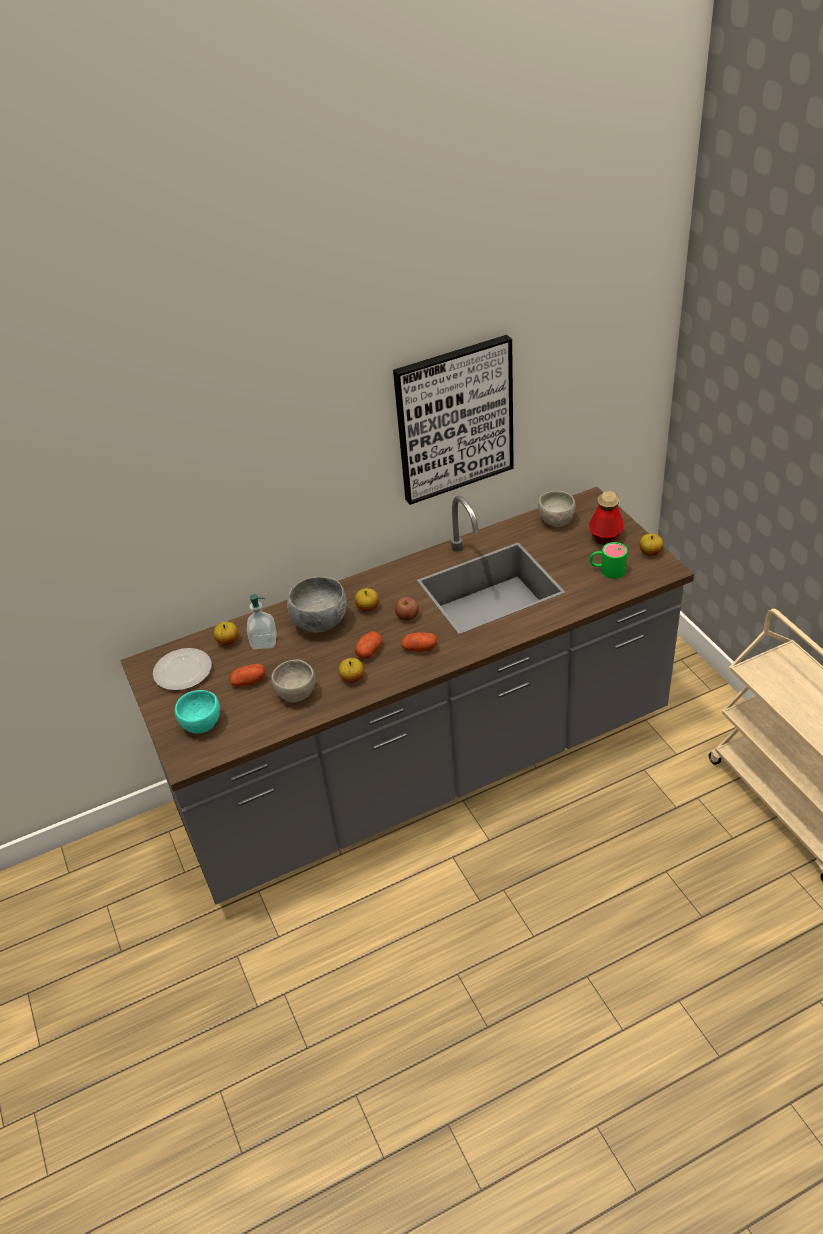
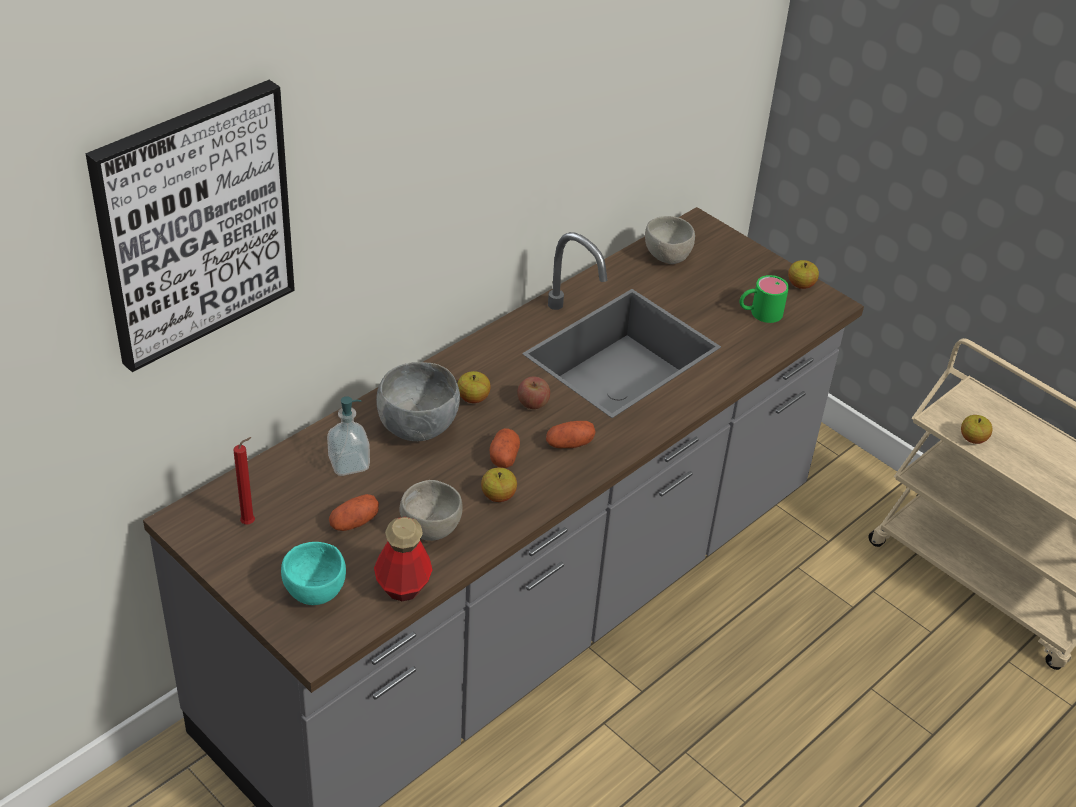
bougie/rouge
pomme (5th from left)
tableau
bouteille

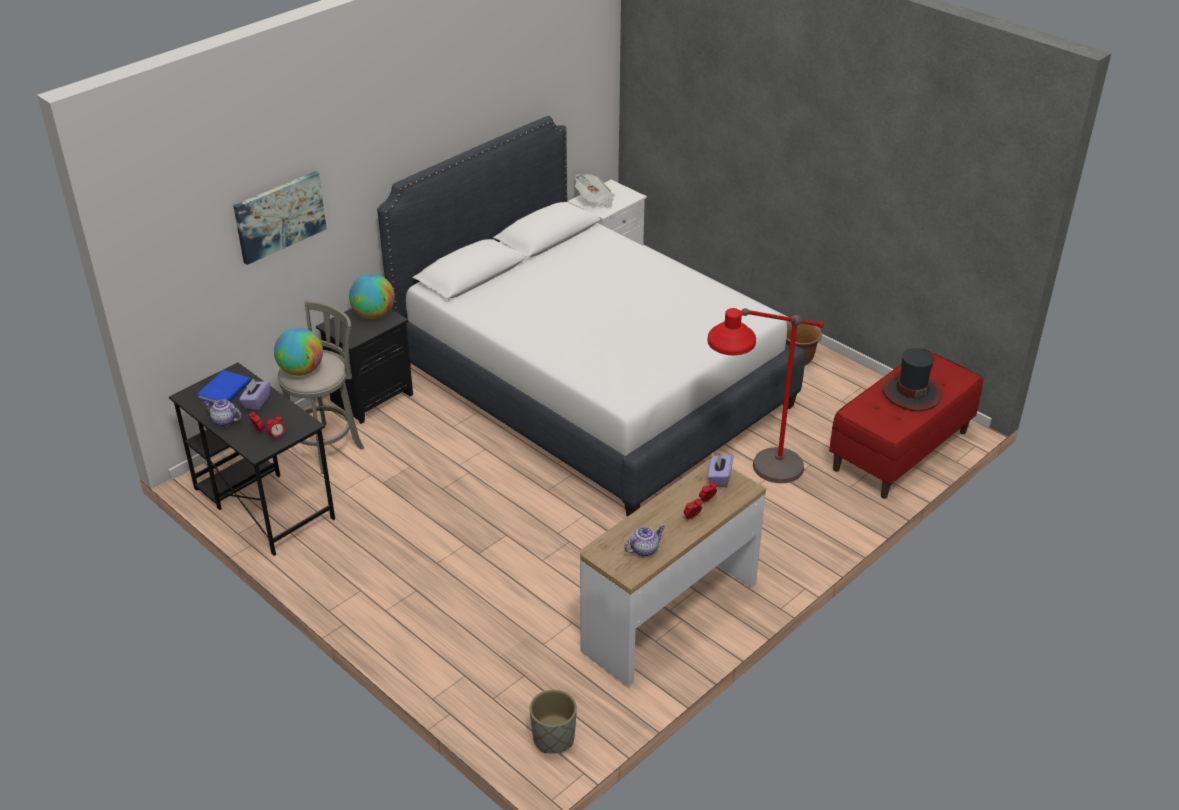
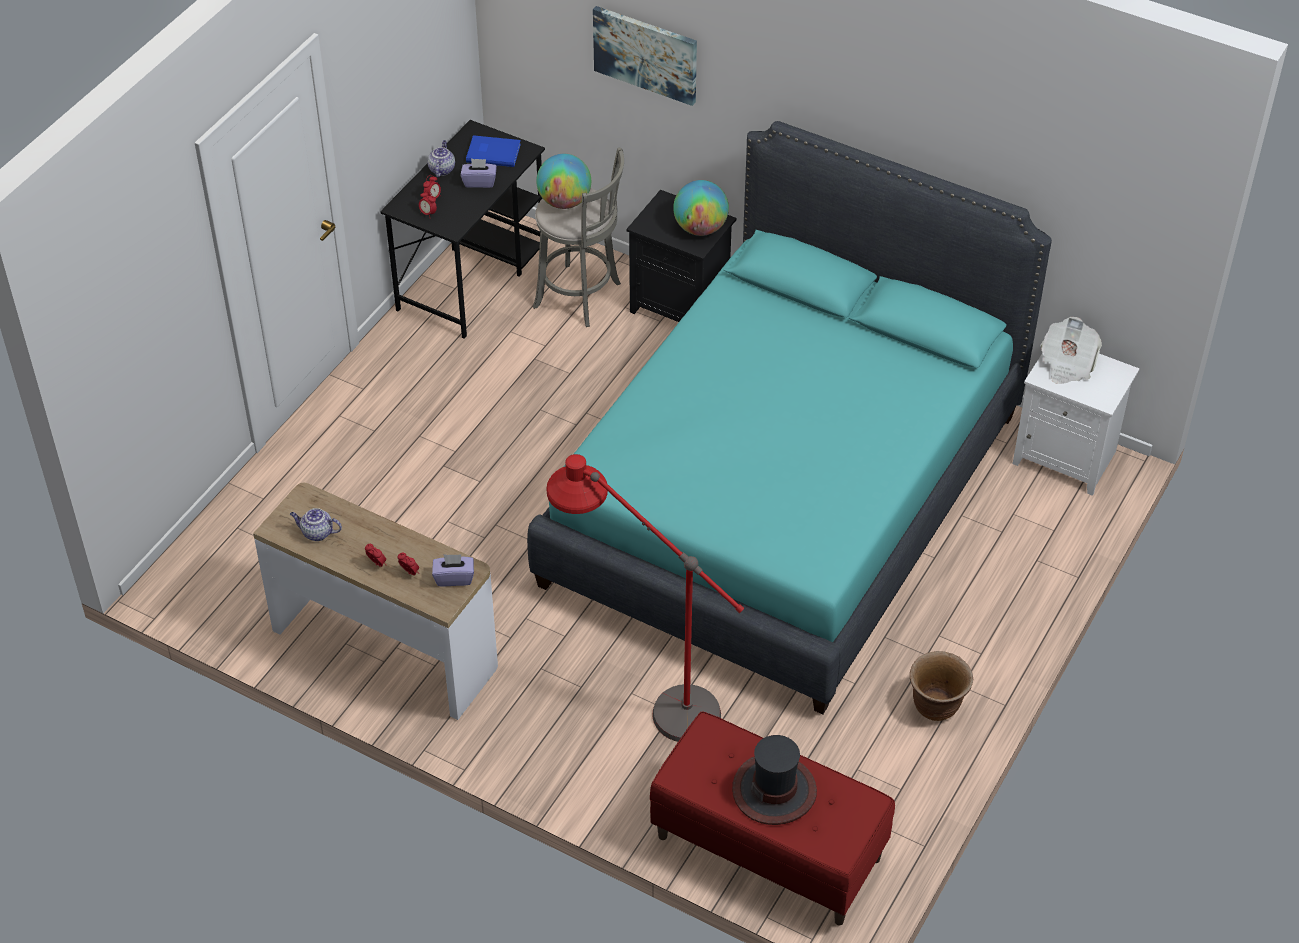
lit/turquoise
cache-pot/gris
théière (1st from left)

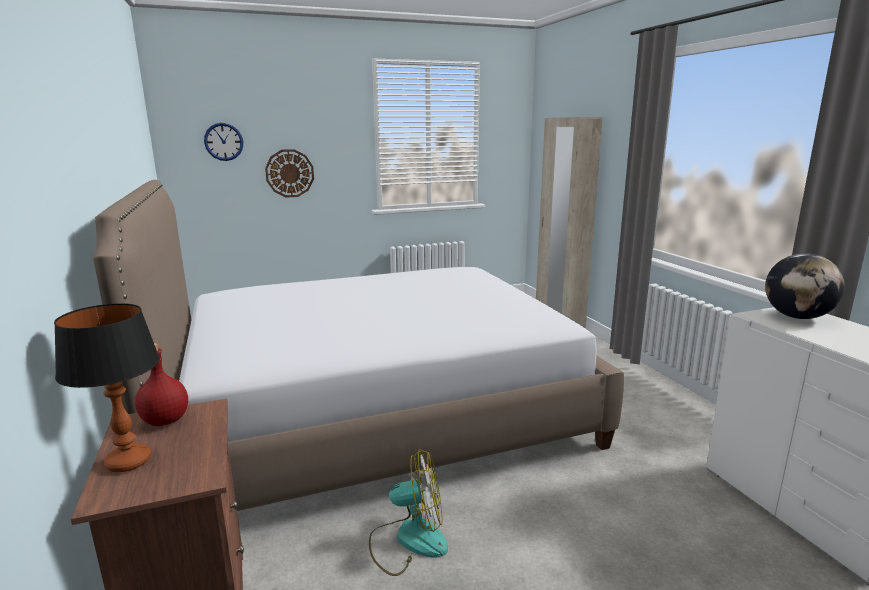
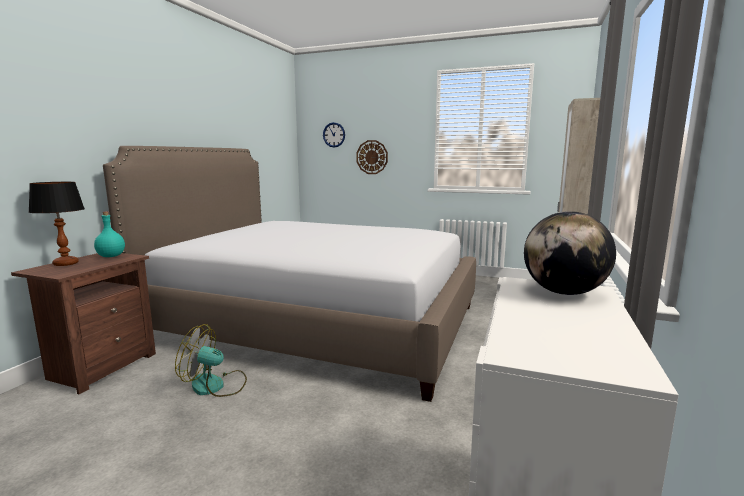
bouteille/turquoise
ventilateur

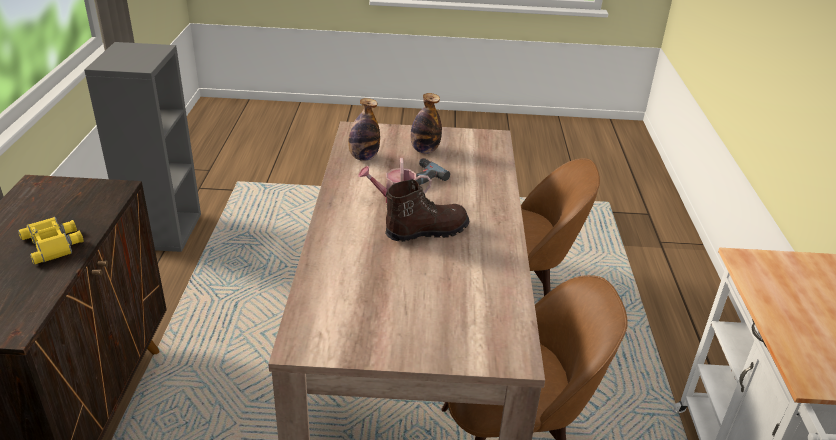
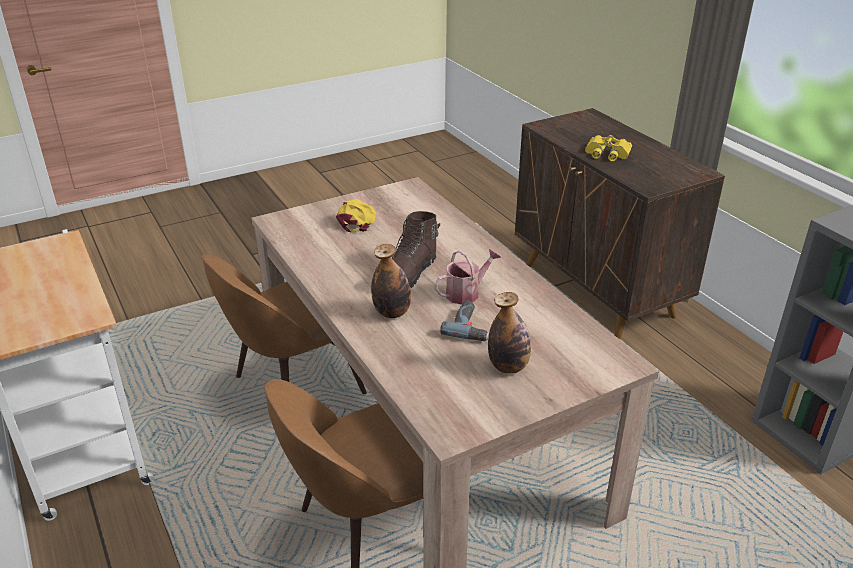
bouteille (1st from left)
casquette/jaune

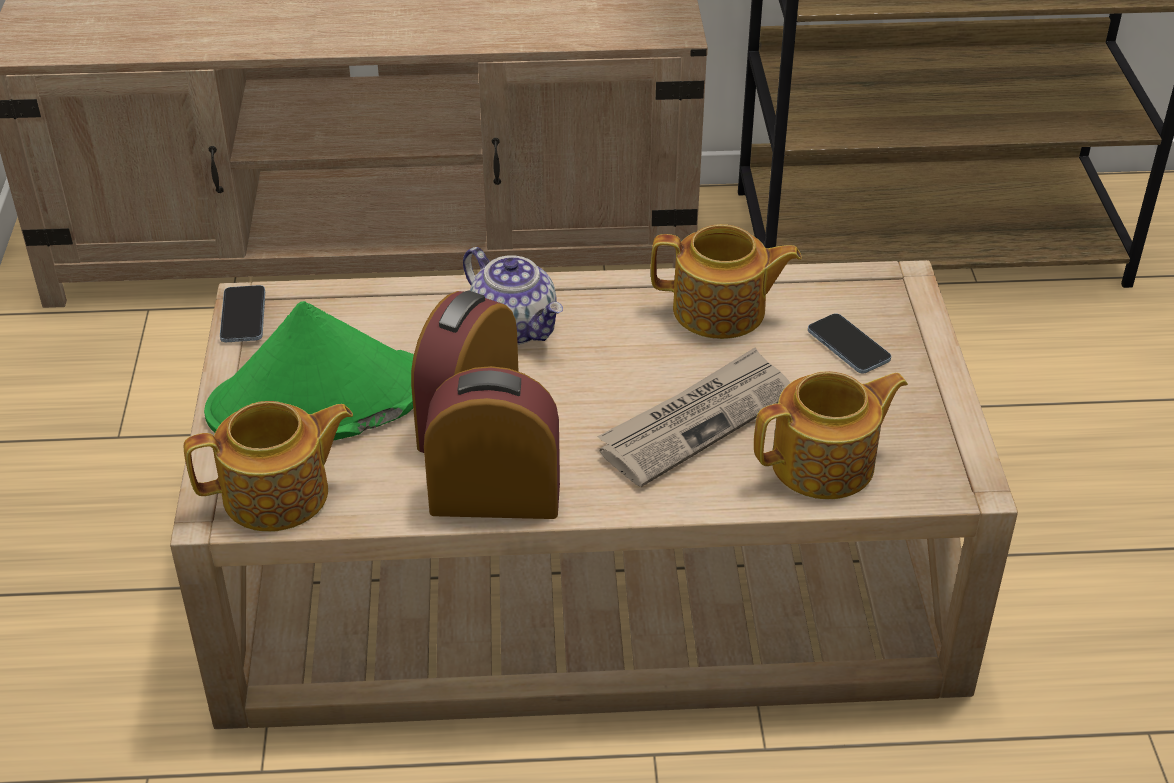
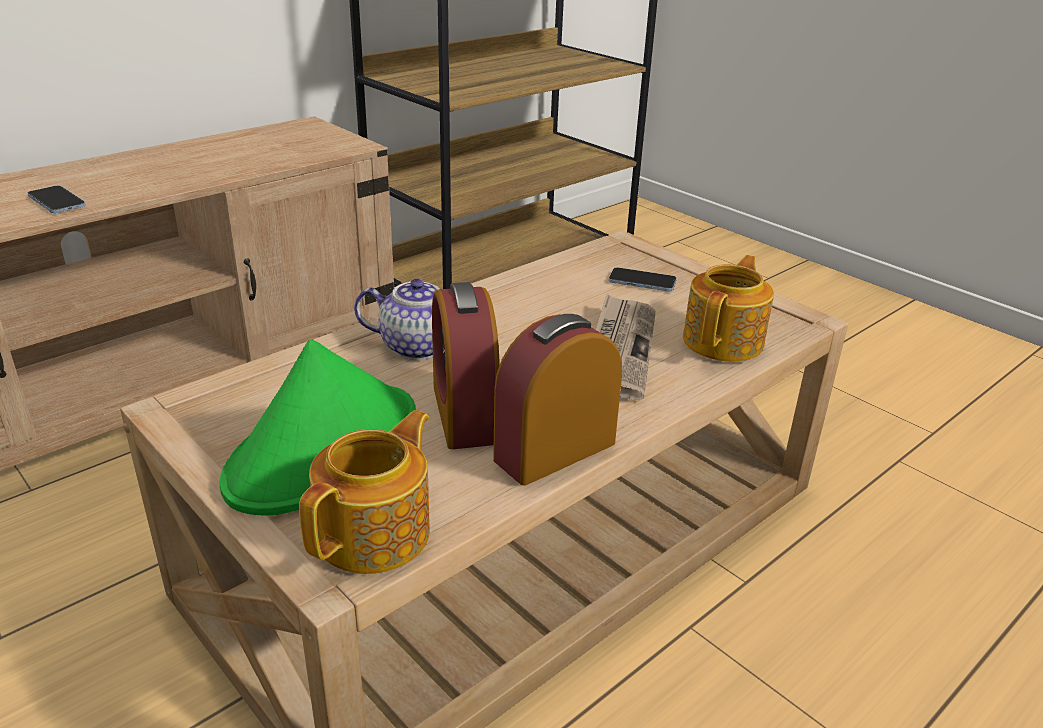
téléphone (1st from left)
théière (3rd from left in the first image)

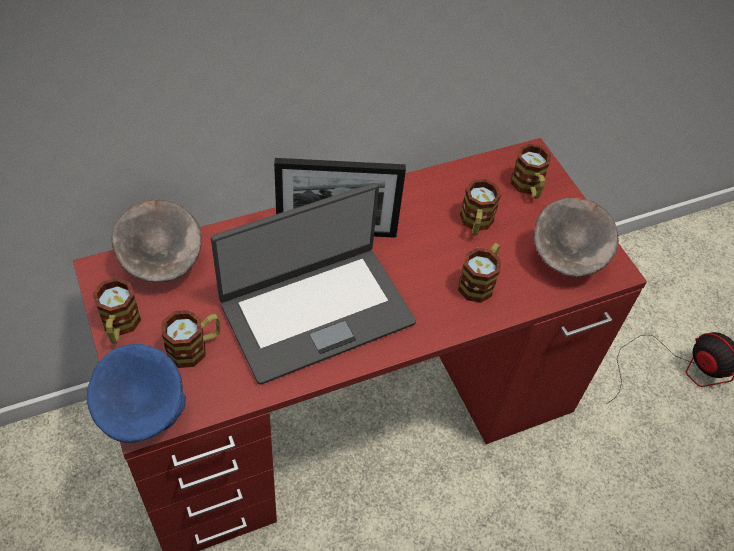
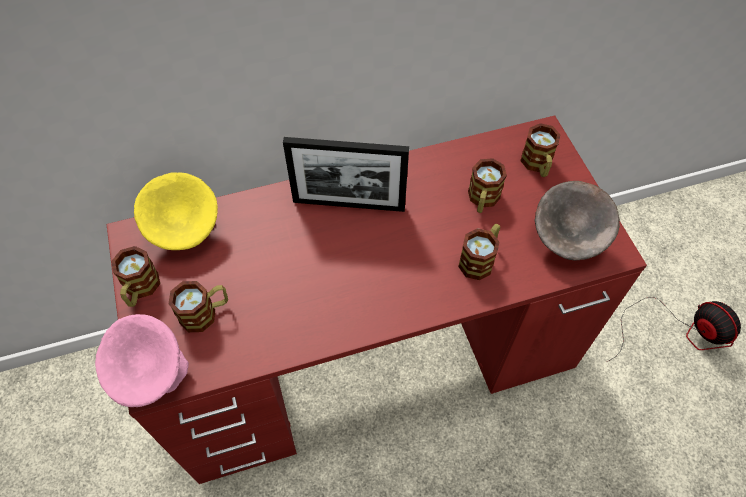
bol/rose
bol/jaune
ordinateur portable

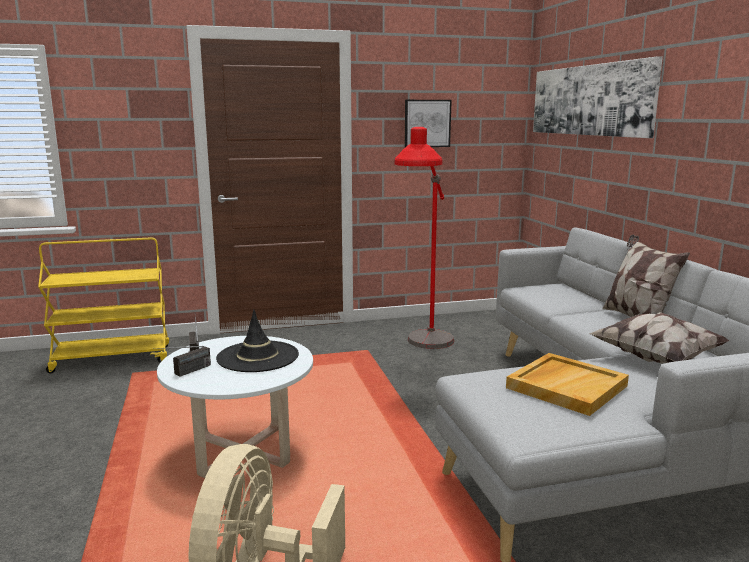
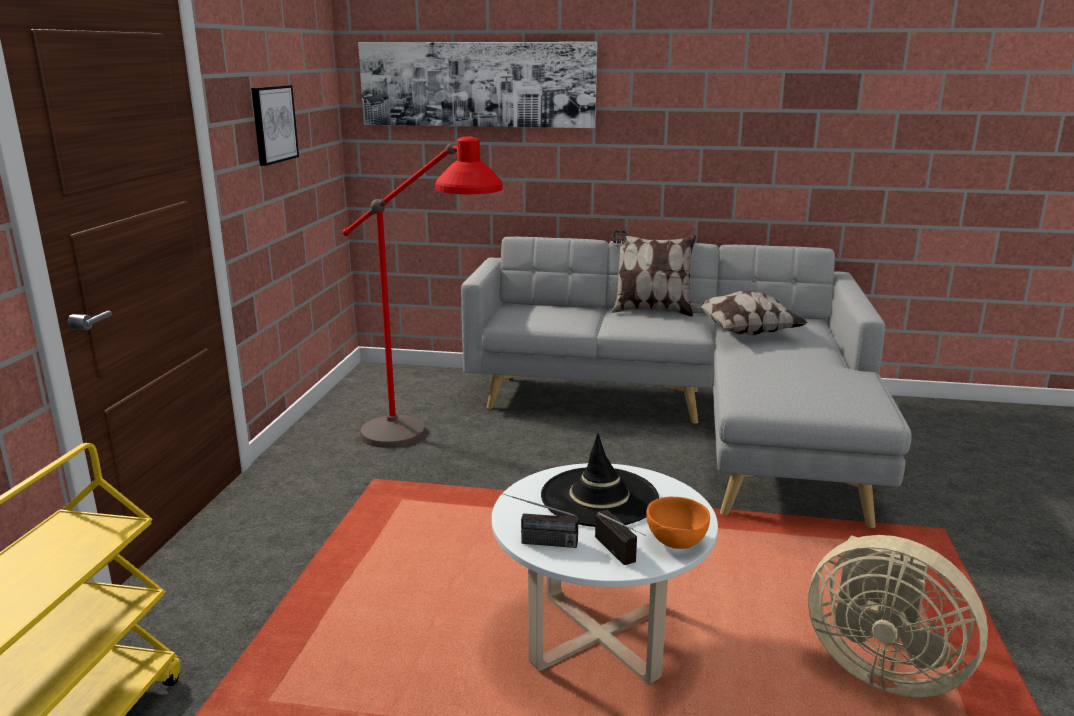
plateau/beige
bol/orange

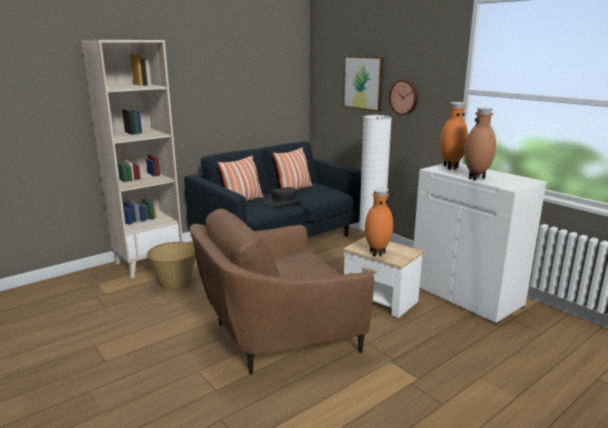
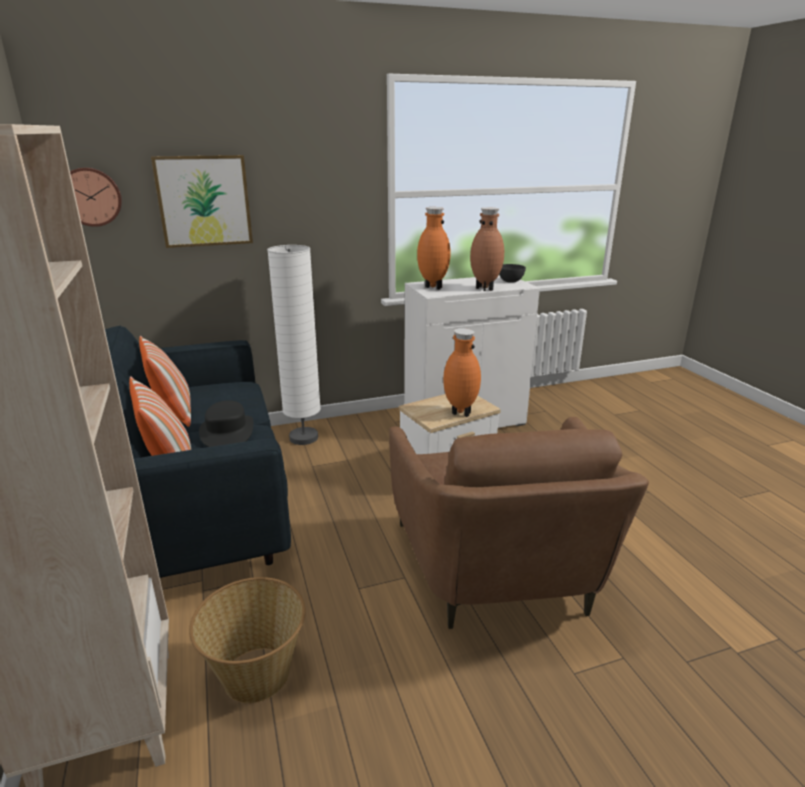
horloge murale
bol/gris

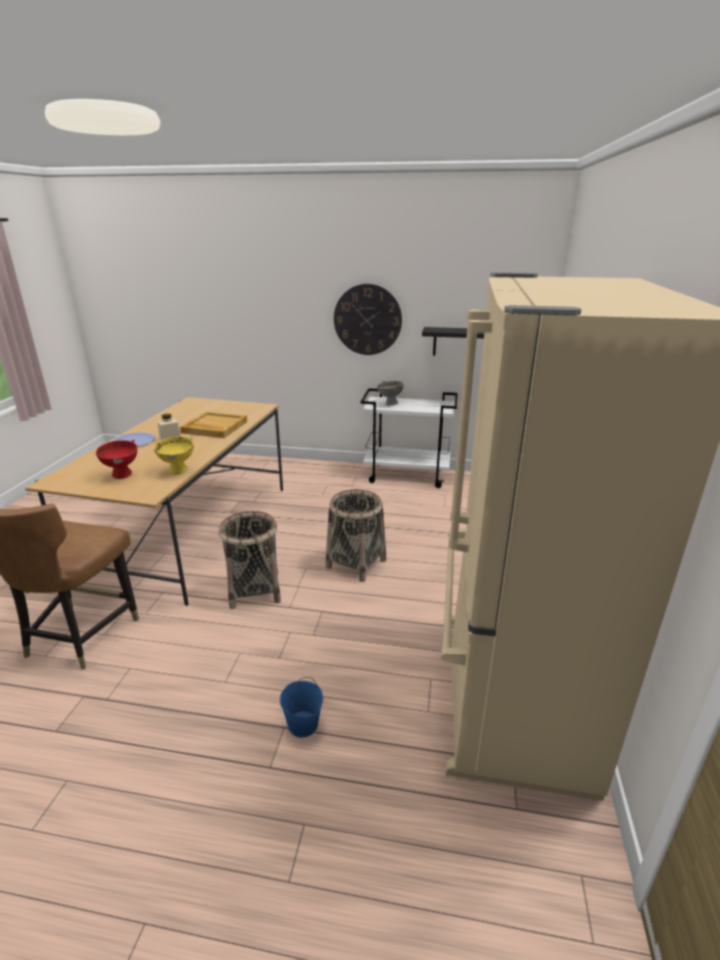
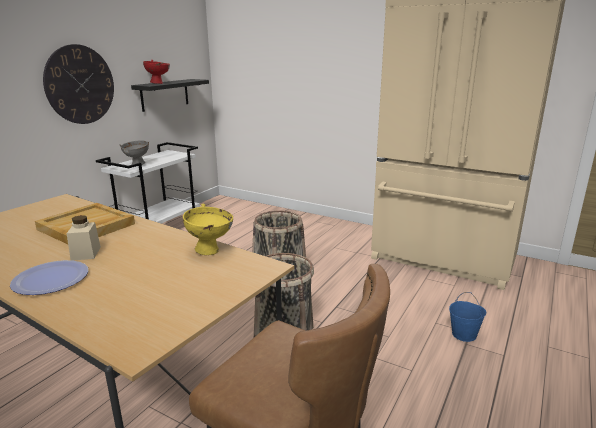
bol/rouge

